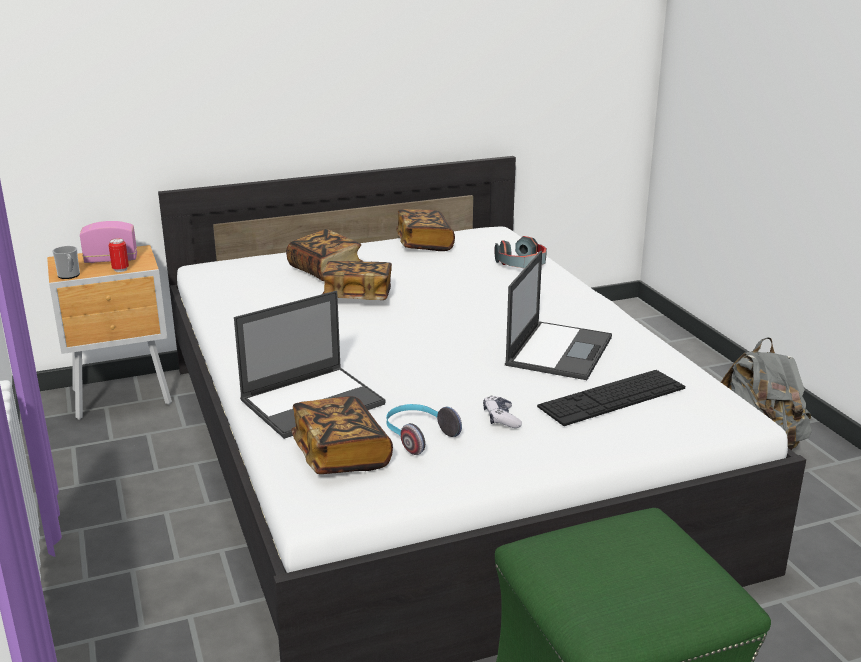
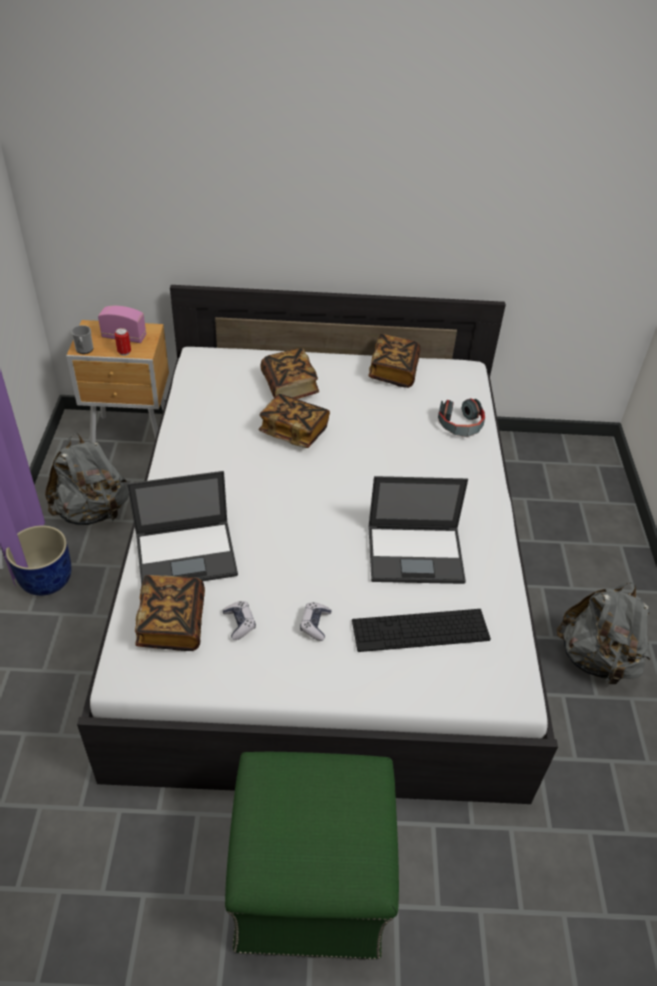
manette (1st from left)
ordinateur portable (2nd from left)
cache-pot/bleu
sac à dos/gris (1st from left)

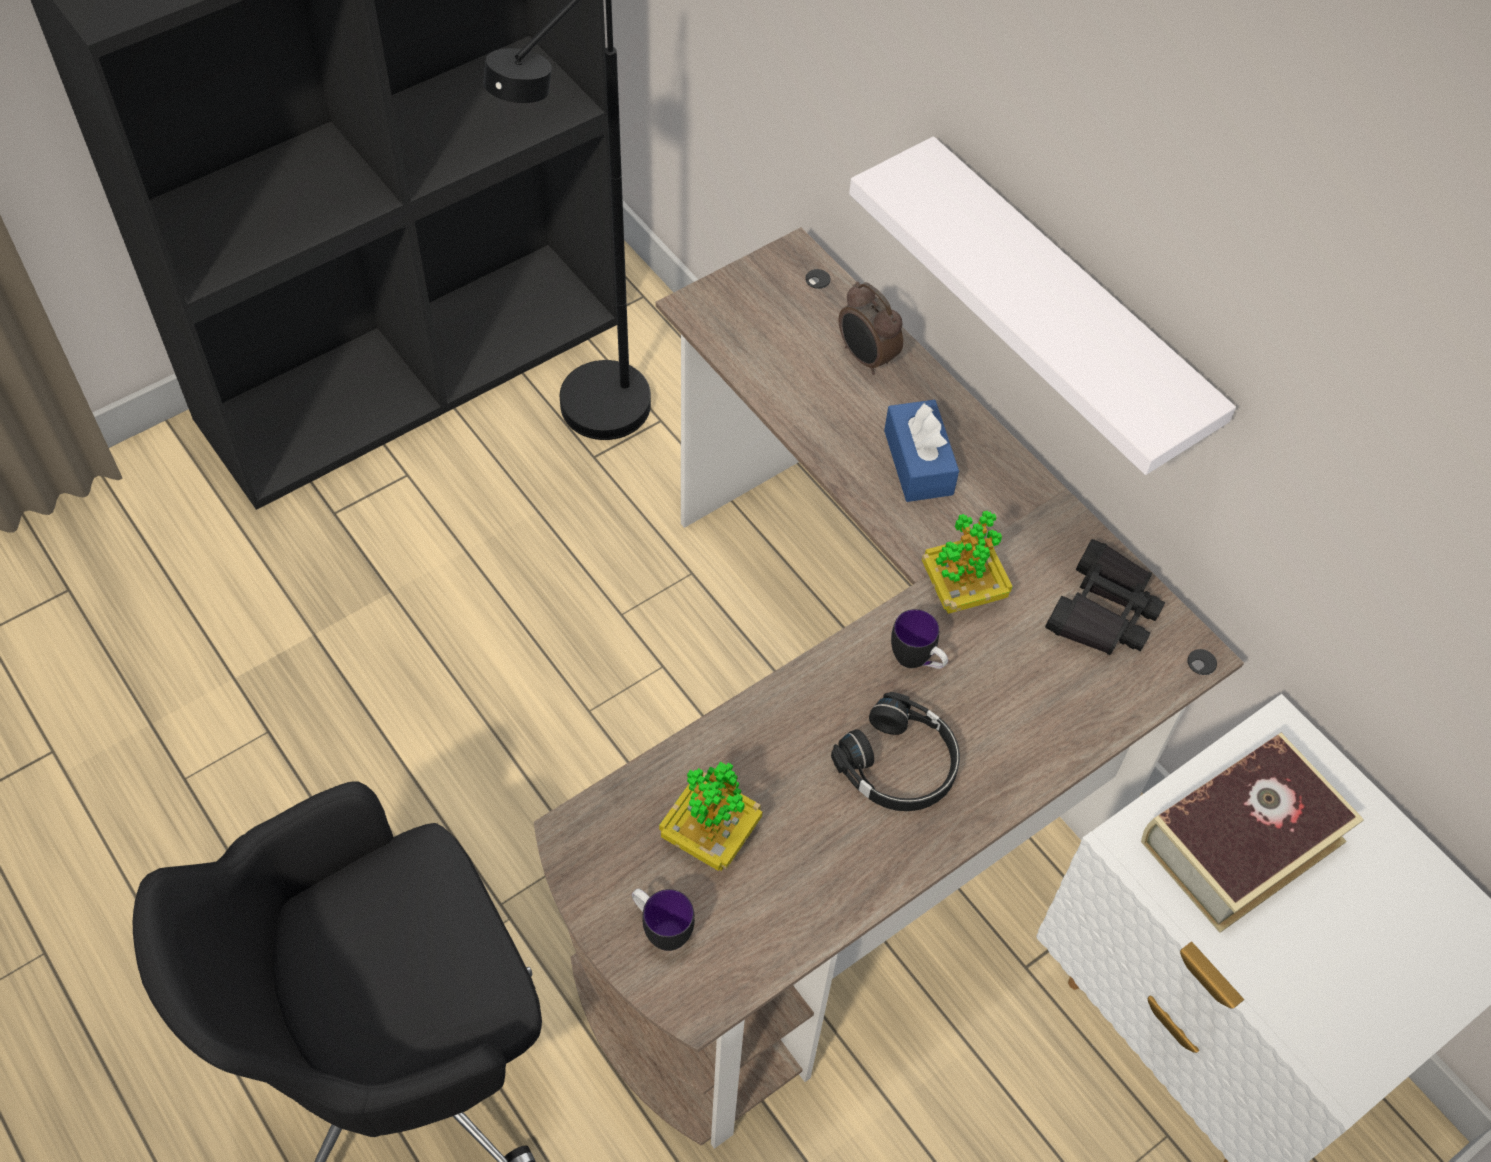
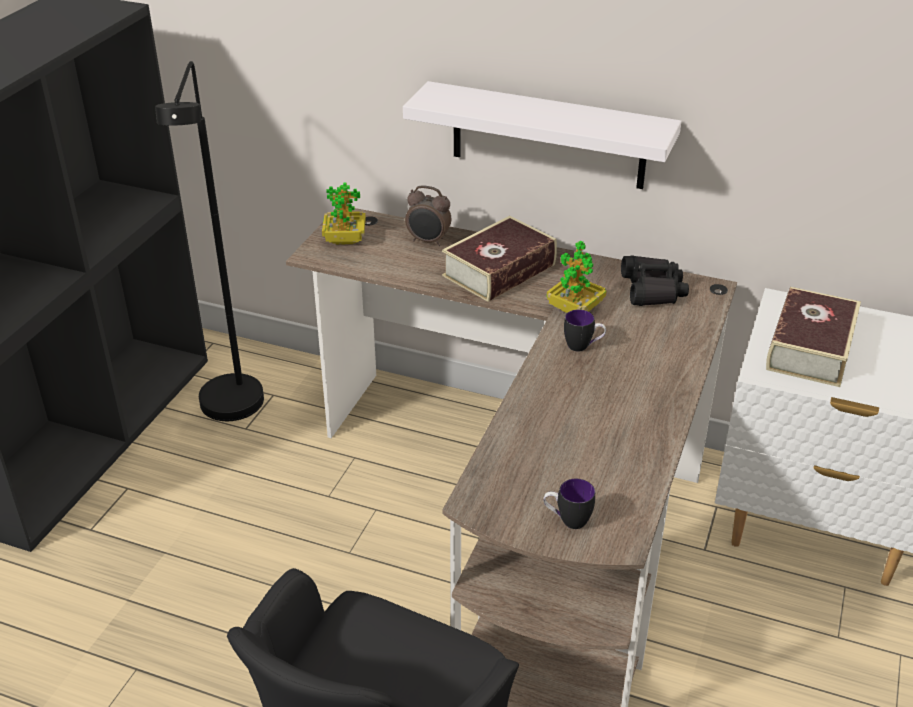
plante en pot (1st from left)
casque audio/noir
livre (1st from left)

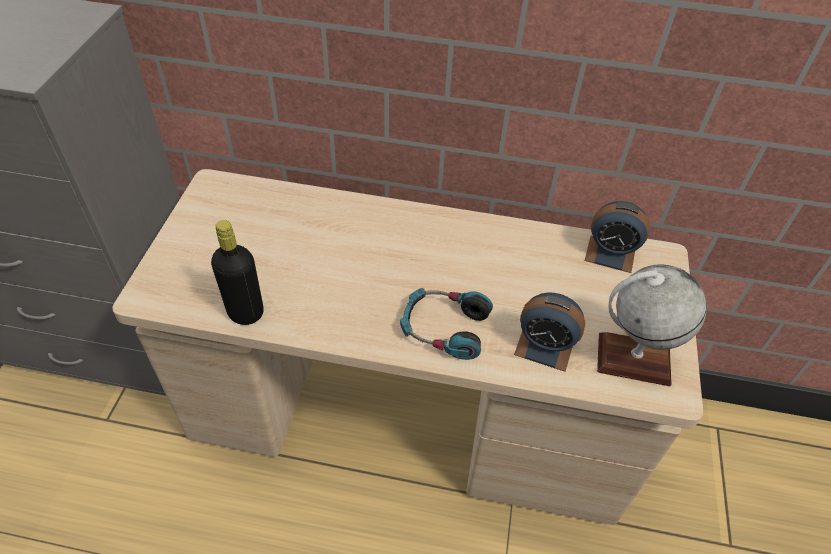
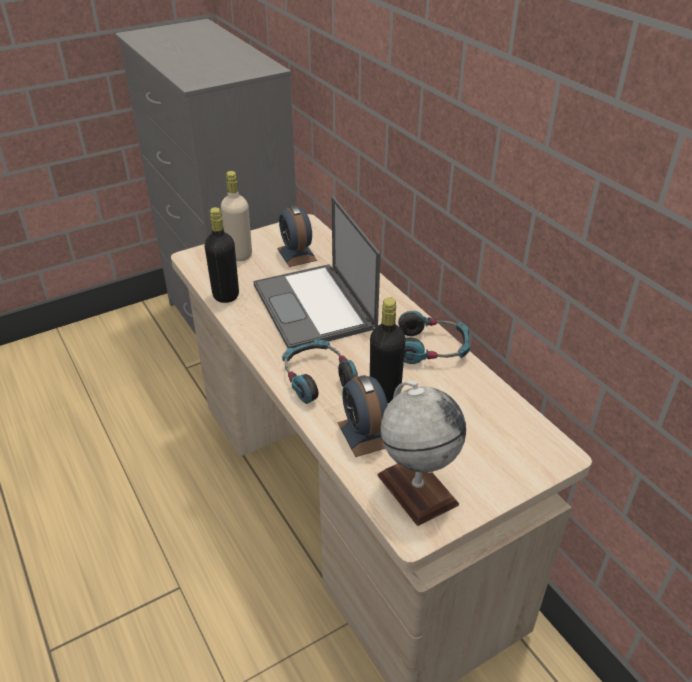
réveil (1st from left)
bouteille/beige
ordinateur portable
bouteille/noir (2nd from left)
casque audio (2nd from left)

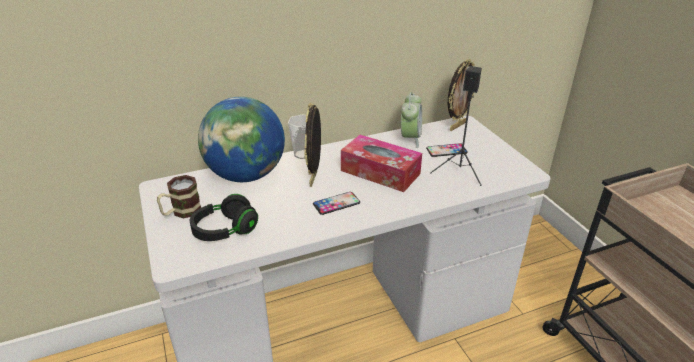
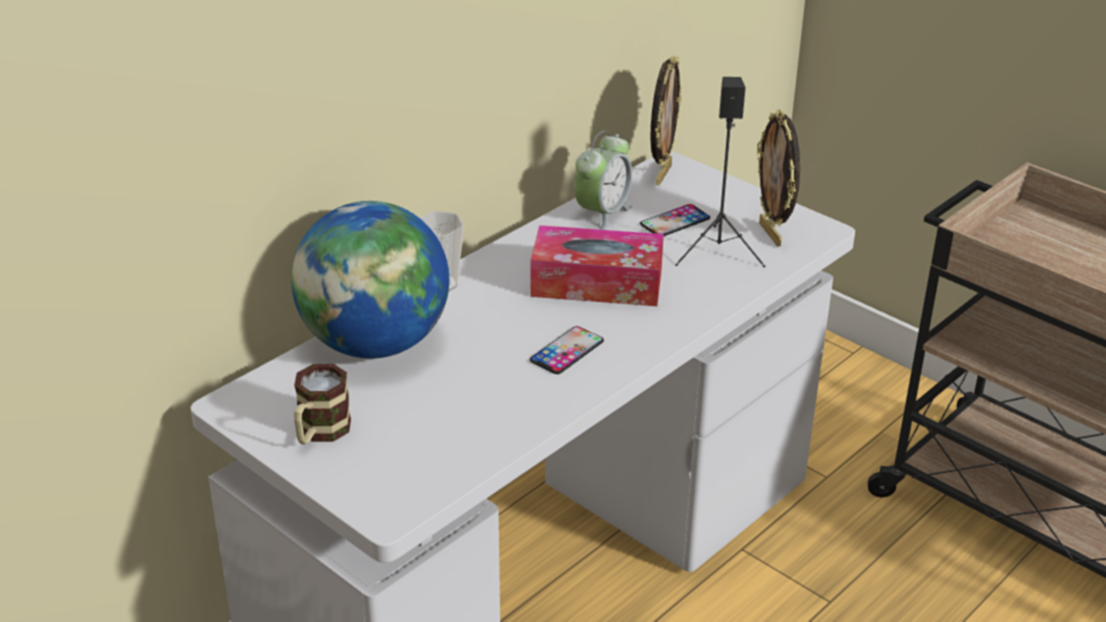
casque audio/noir
cadre photo (2nd from left)
réveil

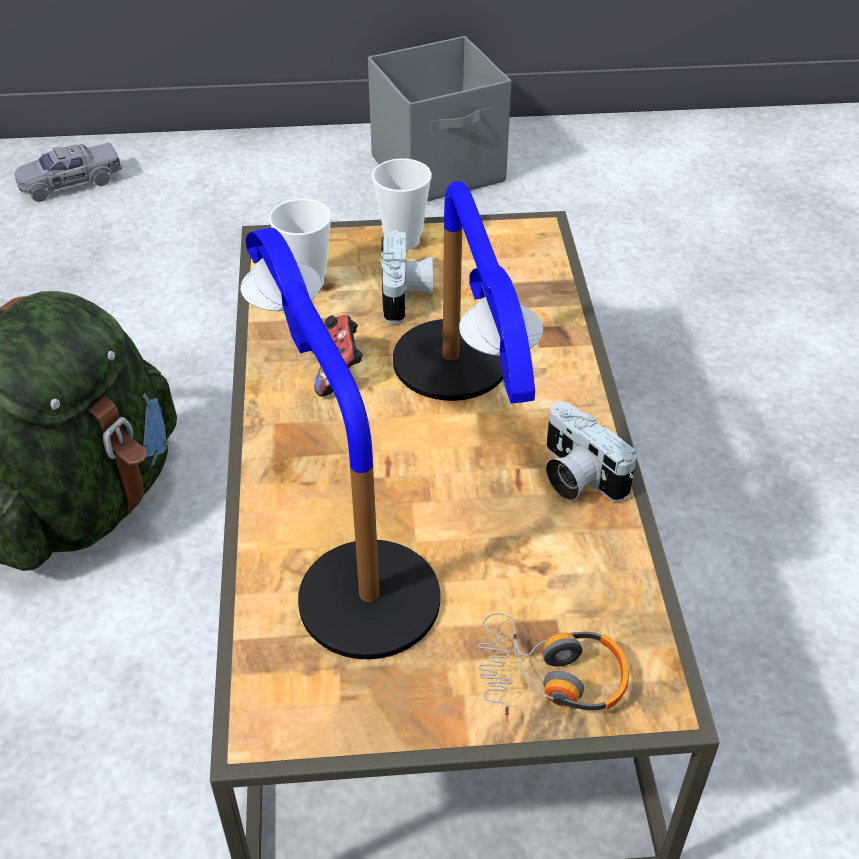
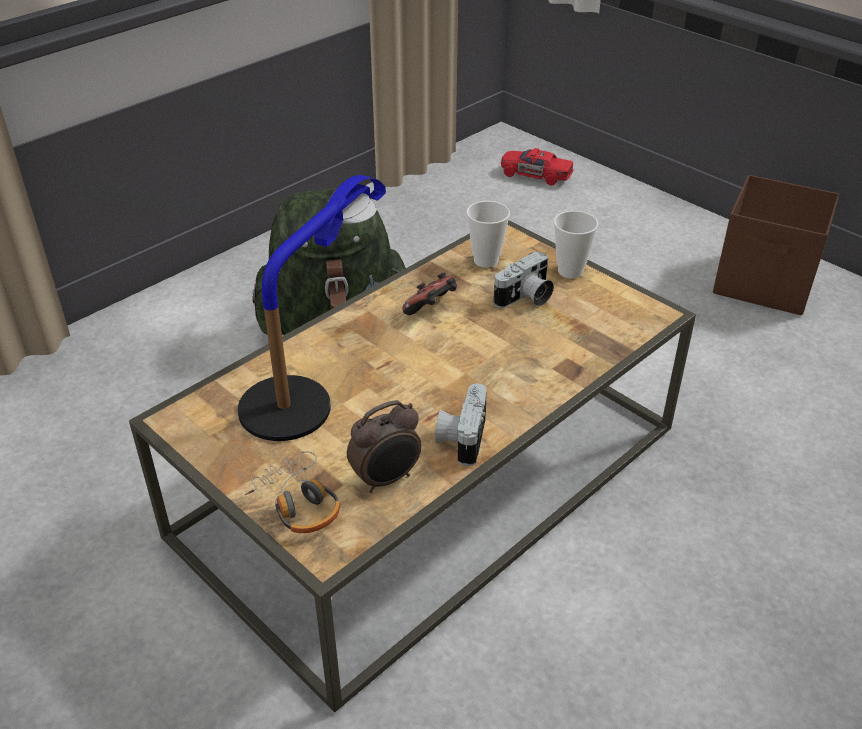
petite voiture/rouge
boîte de rangement/marron
lampe de table (2nd from left in the first image)
réveil

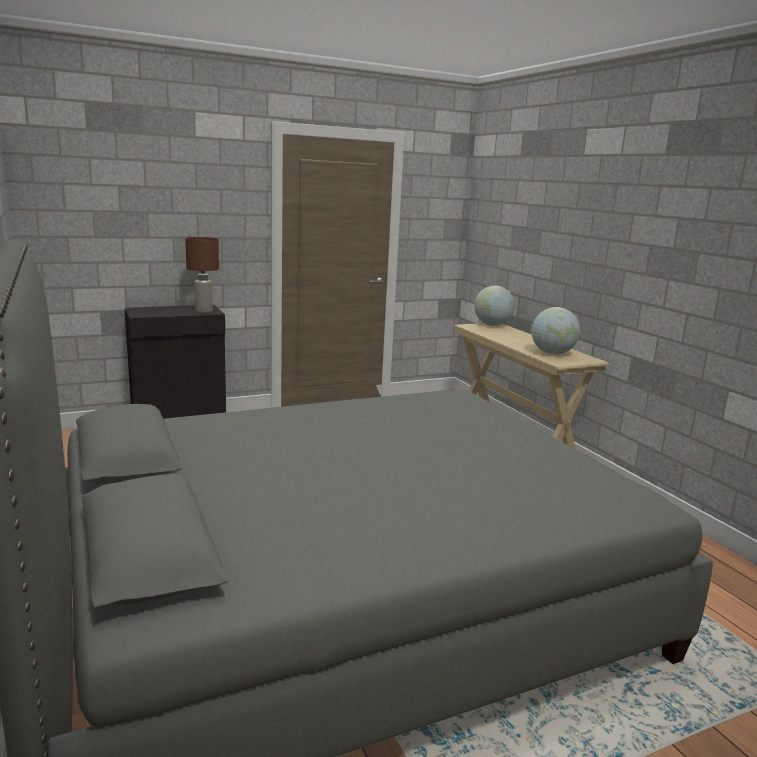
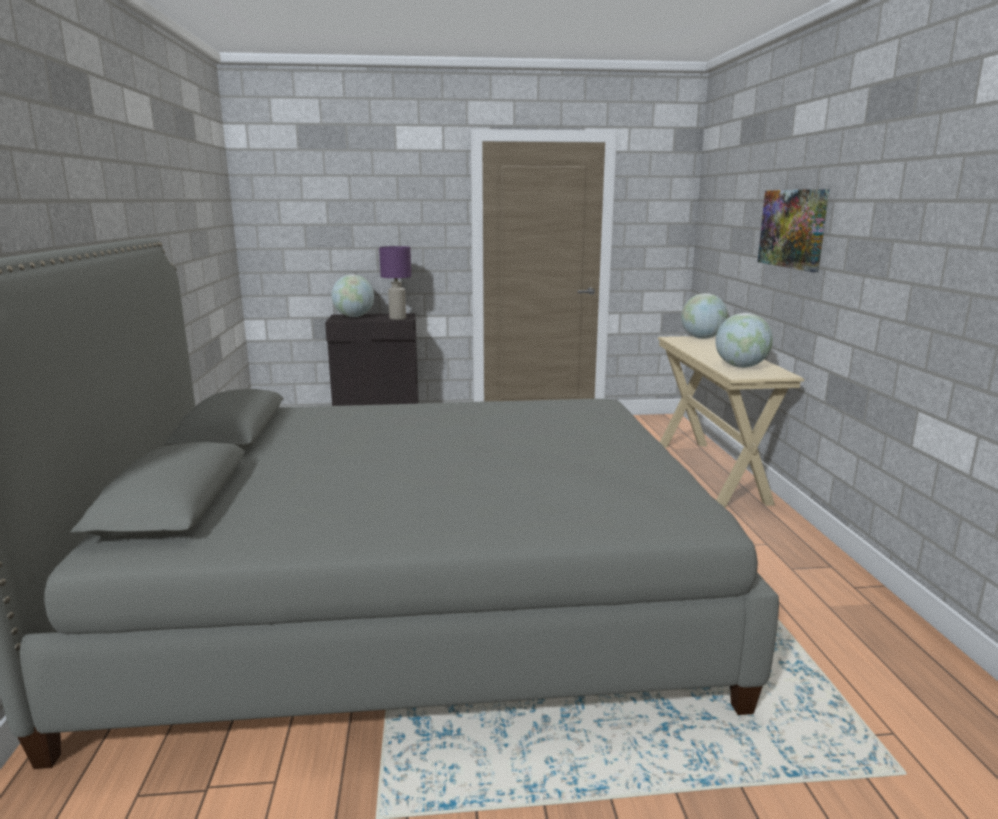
lampe de table/violet
globe (1st from left)
tableau

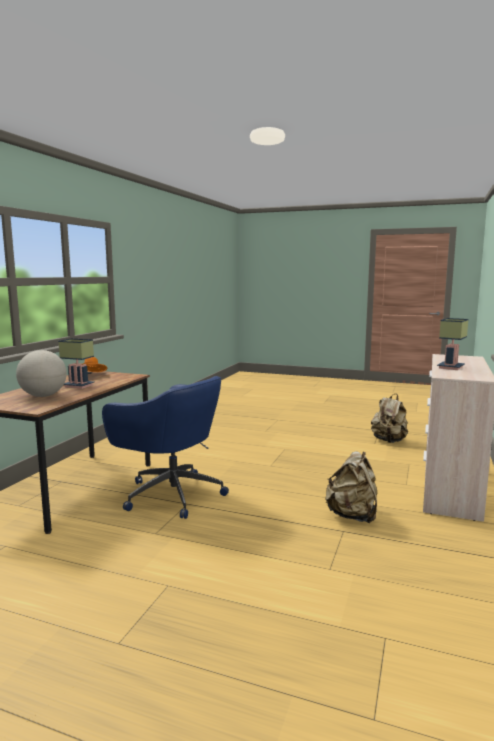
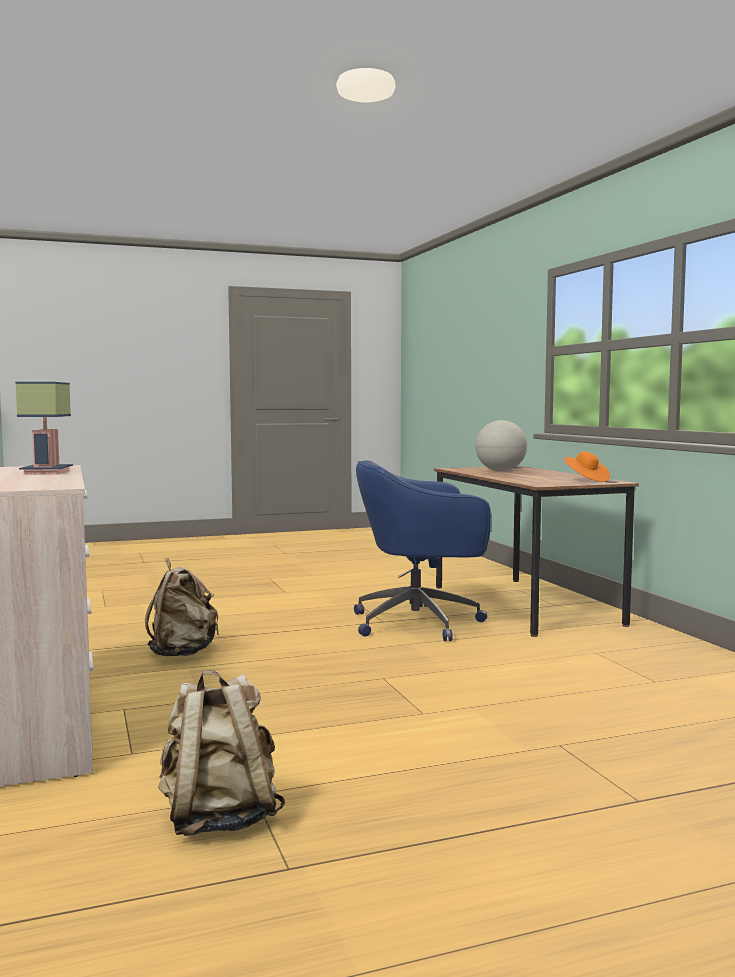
lampe de table (1st from left in the first image)

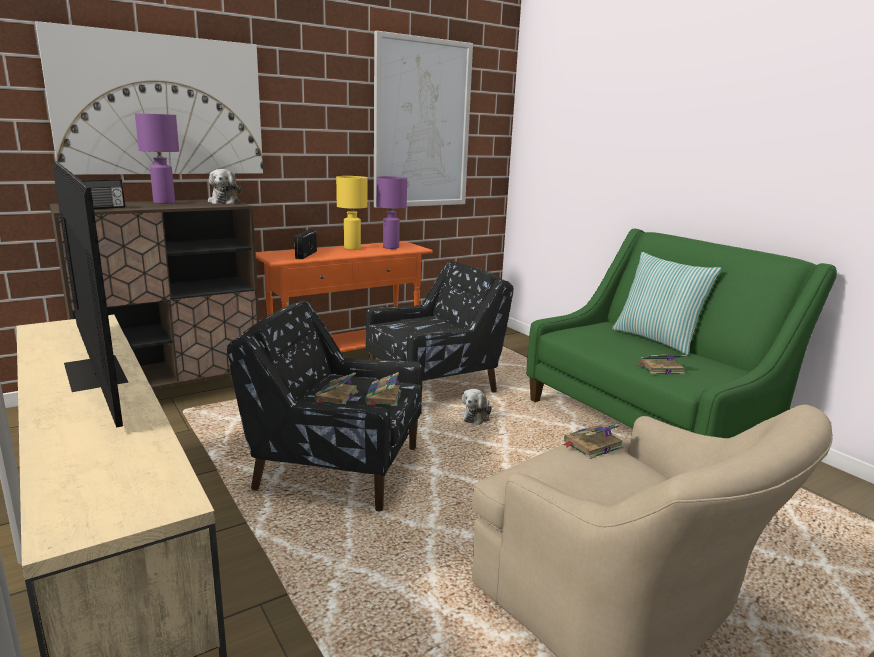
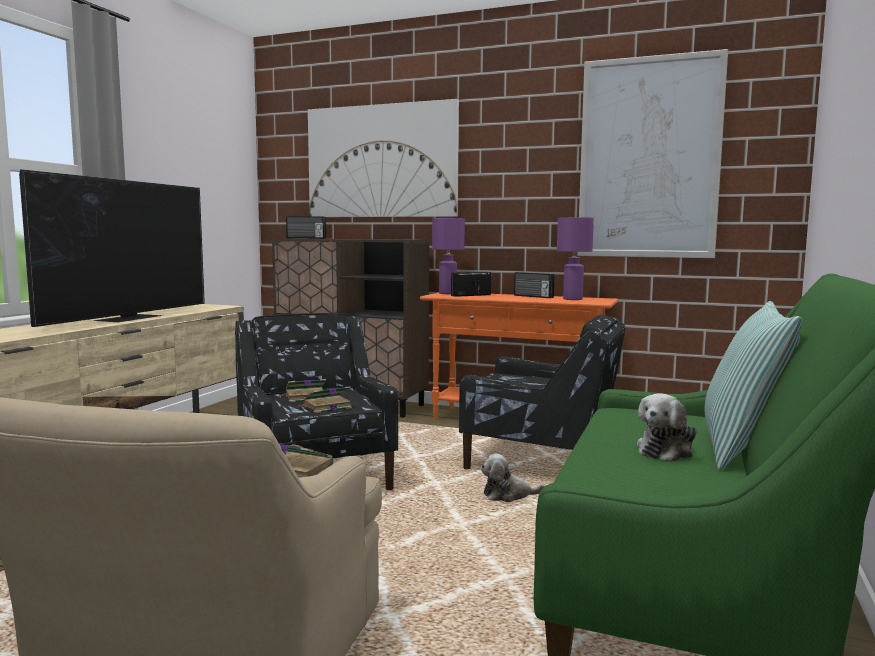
lampe de table/violet (1st from left)
peluche (2nd from left)
radio (3rd from left)
livre (4th from left in the first image)

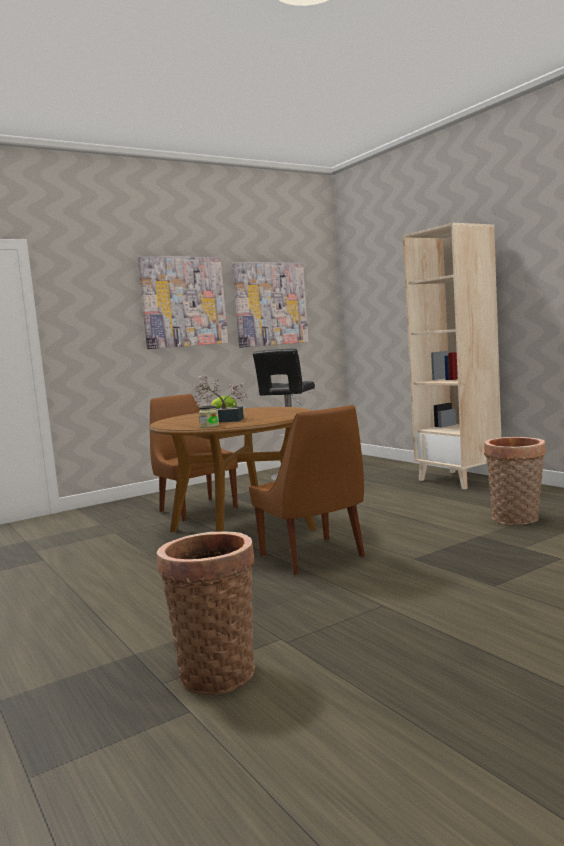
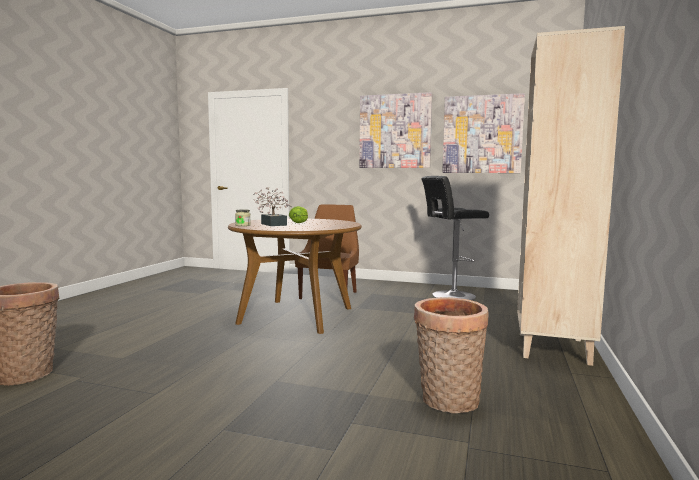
chaise/marron (2nd from left in the first image)

